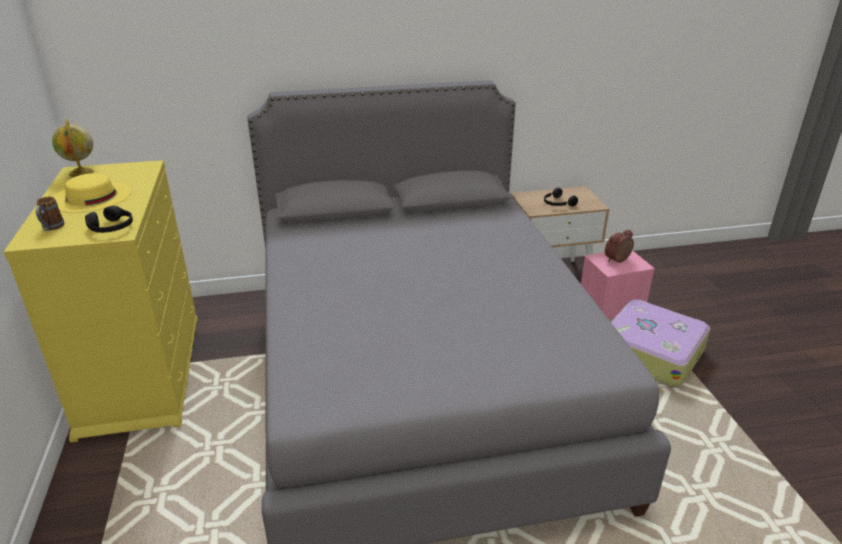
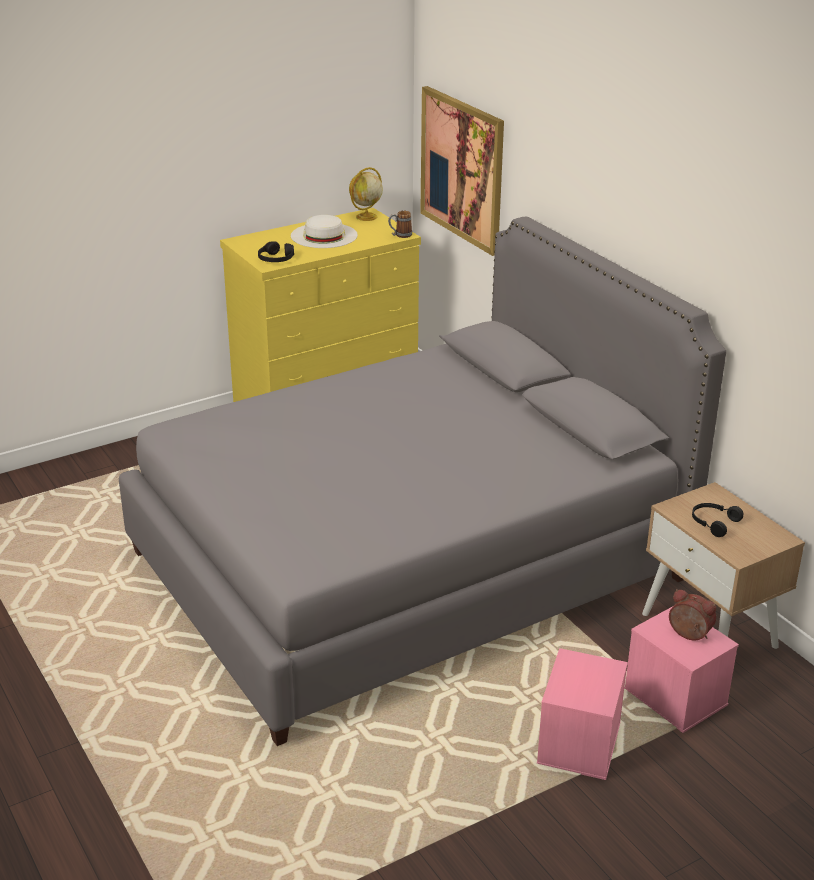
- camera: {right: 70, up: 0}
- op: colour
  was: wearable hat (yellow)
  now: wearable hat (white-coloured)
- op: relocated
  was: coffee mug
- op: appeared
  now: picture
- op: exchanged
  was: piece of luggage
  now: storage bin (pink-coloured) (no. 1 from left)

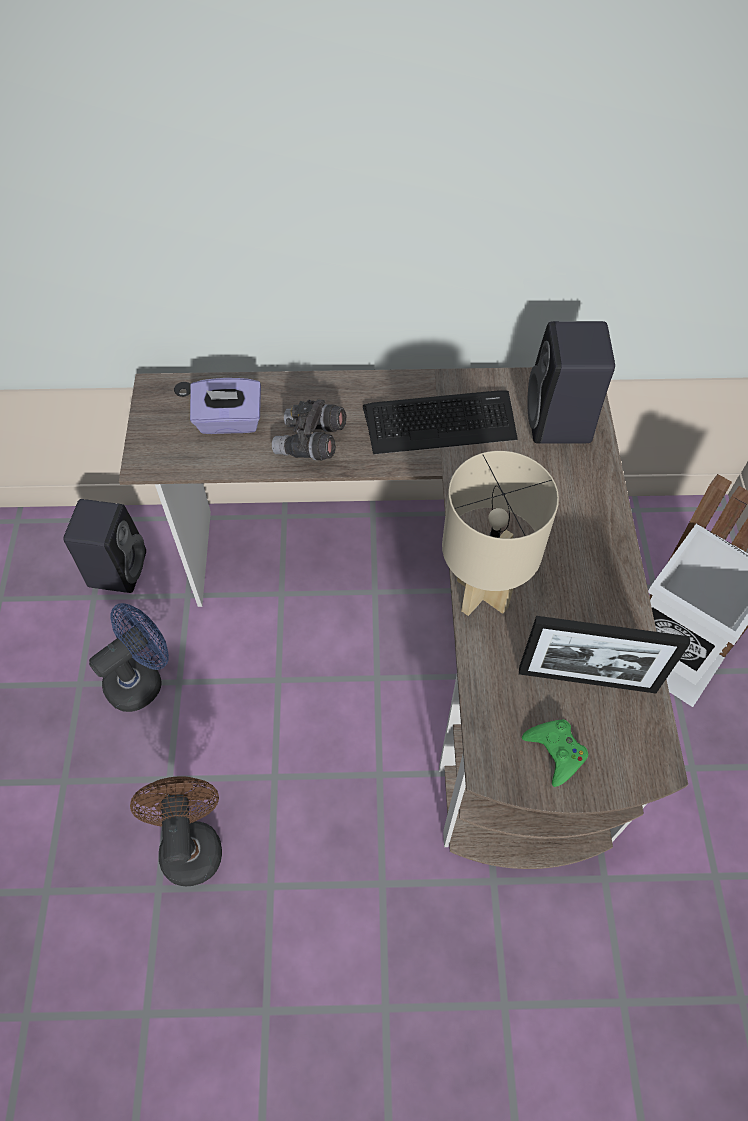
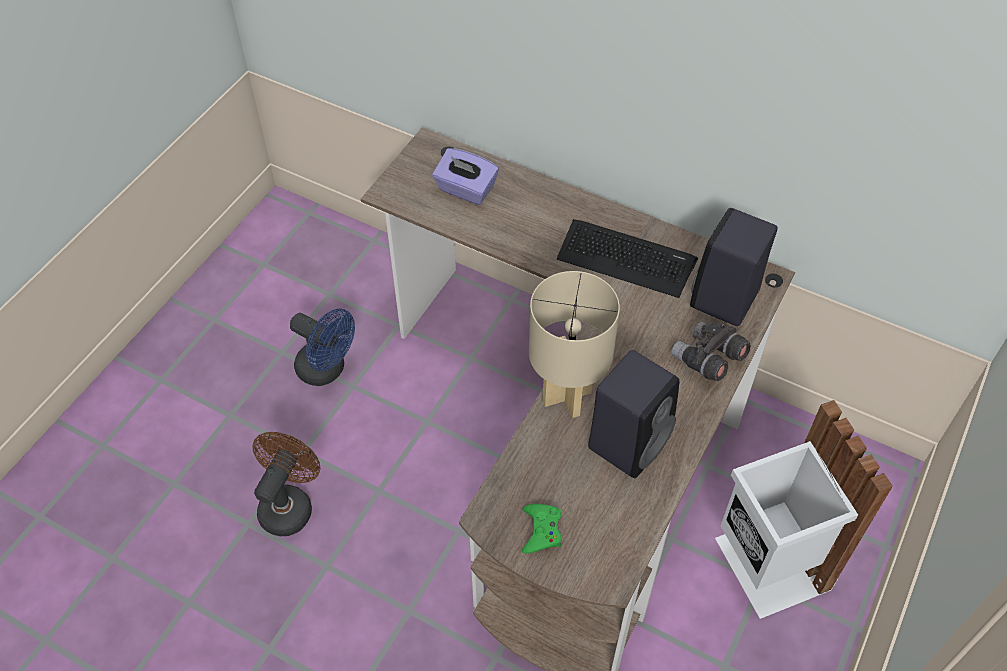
- camera: {right: 30, up: -5}
- op: spun
  was: electric fan (blue)
  clockwise: 45
- op: relocated
  was: audio speaker (blackish) (no. 1 from left)
- op: relocated
  was: binoculars (grey)
- op: missing
  was: standing frame

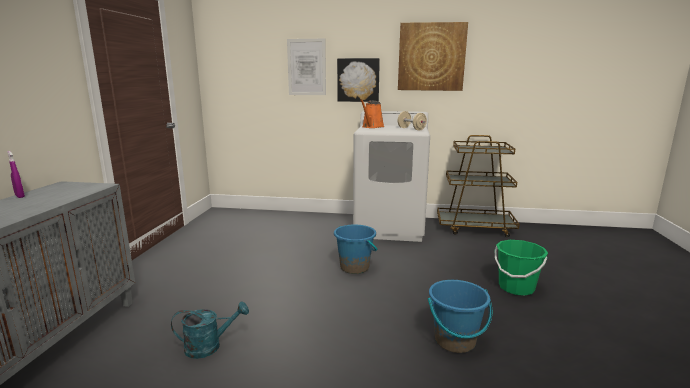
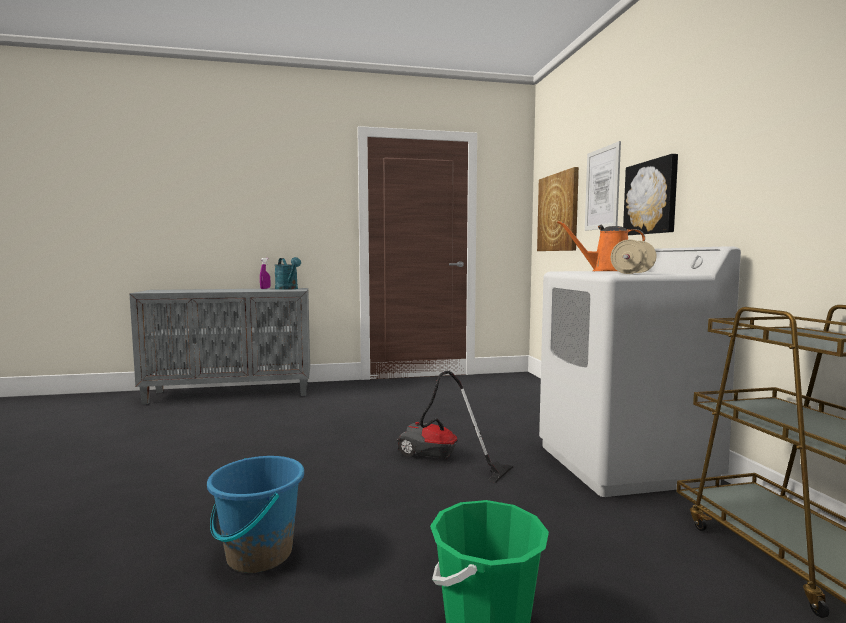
- camera: {right: 70, up: -10}
- op: relocated
  was: watering can (turquoise)
- op: exchanged
  was: water bucket (blue) (no. 1 from left)
  now: vacuum cleaner
- op: relocated
  was: picture (no. 3 from left in the first image)
  now: picture (no. 1 from left)

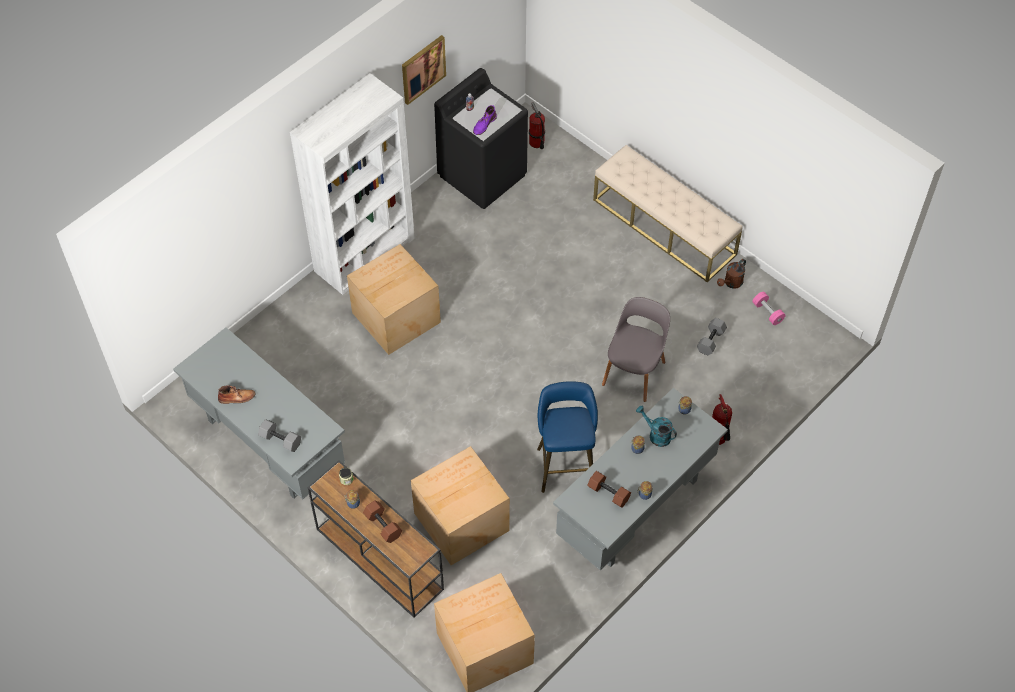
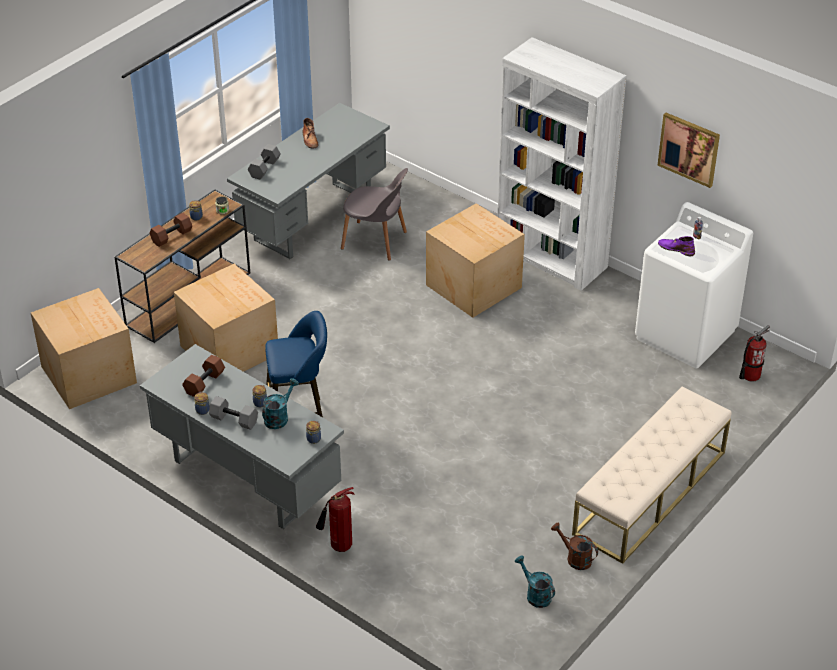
- camera: {right: 85, up: -15}
- op: relocated
  was: free weight (grey) (no. 2 from left in the first image)
  now: free weight (grey) (no. 1 from left)
- op: relocated
  was: chair (grey)
- op: exchanged
  was: free weight (pink-coloured)
  now: watering can (turquoise) (no. 2 from left)
- op: colour
  was: laundry appliance (blackish)
  now: laundry appliance (white-coloured)

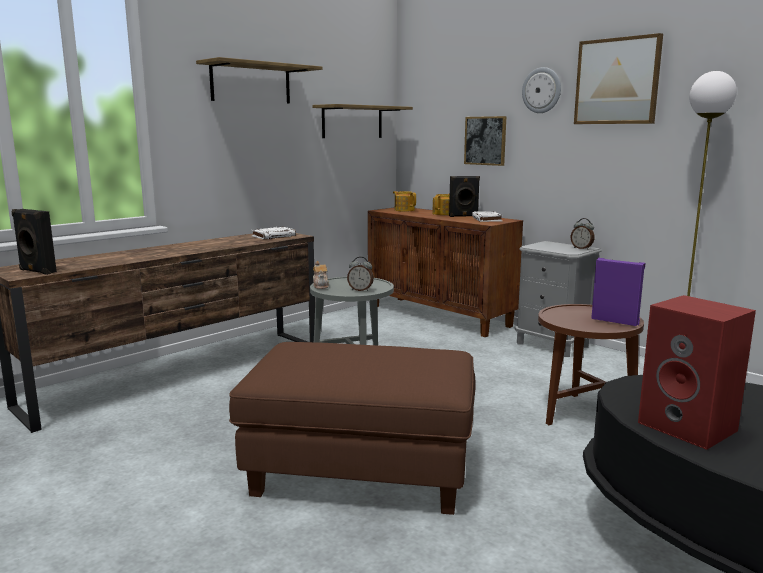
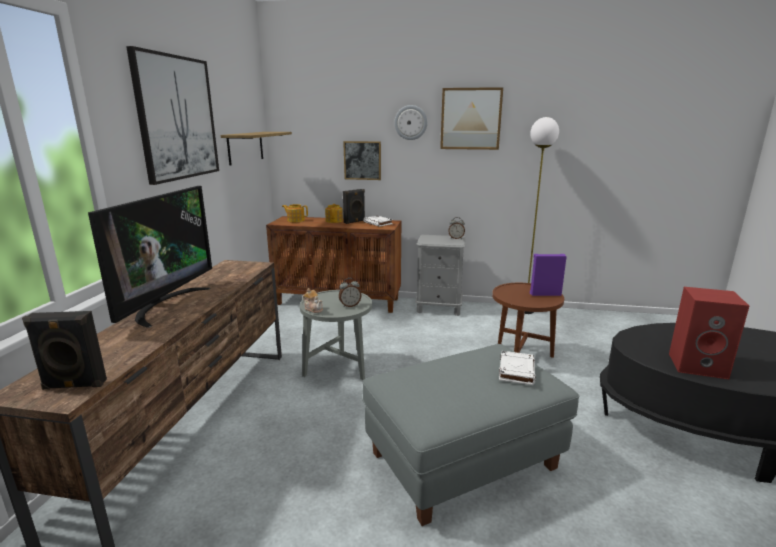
- camera: {right: -35, up: 5}
- op: appeared
  now: TV set
- op: exchanged
  was: bracket shelf (no. 1 from left)
  now: picture (no. 1 from left)
- op: colour
  was: pouffe (brown)
  now: pouffe (grey)
- op: relocated
  was: volume (white-coloured) (no. 1 from left in the first image)
  now: volume (white-coloured) (no. 2 from left)

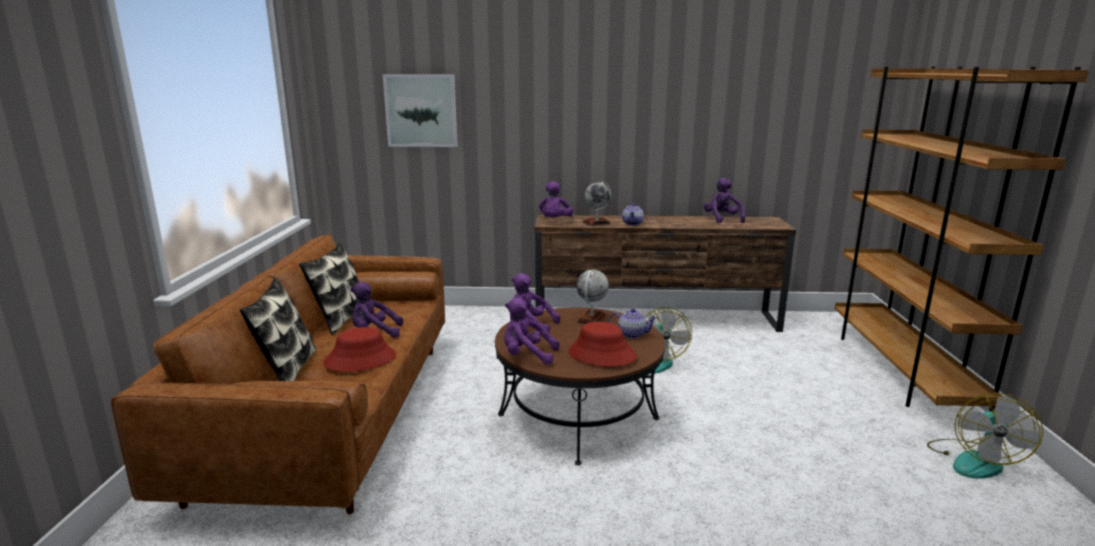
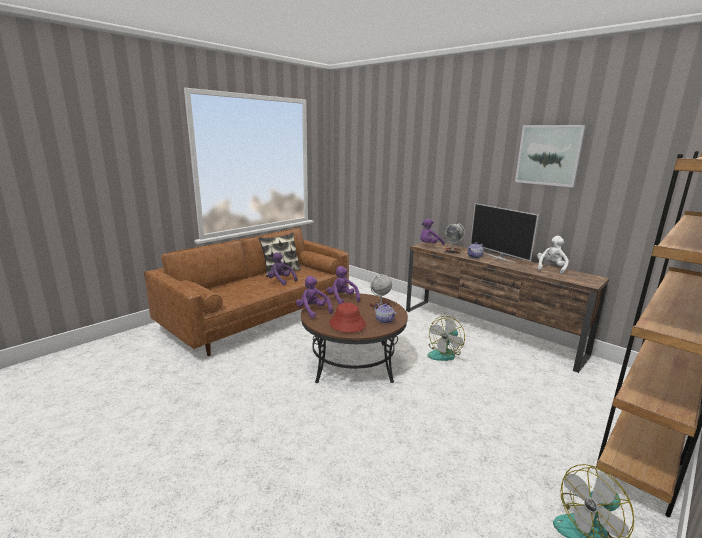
- camera: {right: 40, up: 0}
- op: appeared
  now: TV set
- op: relocated
  was: picture
- op: colour
  was: plush toy (purple-coloured) (no. 5 from left)
  now: plush toy (white-coloured)
- op: missing
  was: cushion (no. 1 from left)
- op: missing
  was: wearable hat (red-coloured) (no. 1 from left)

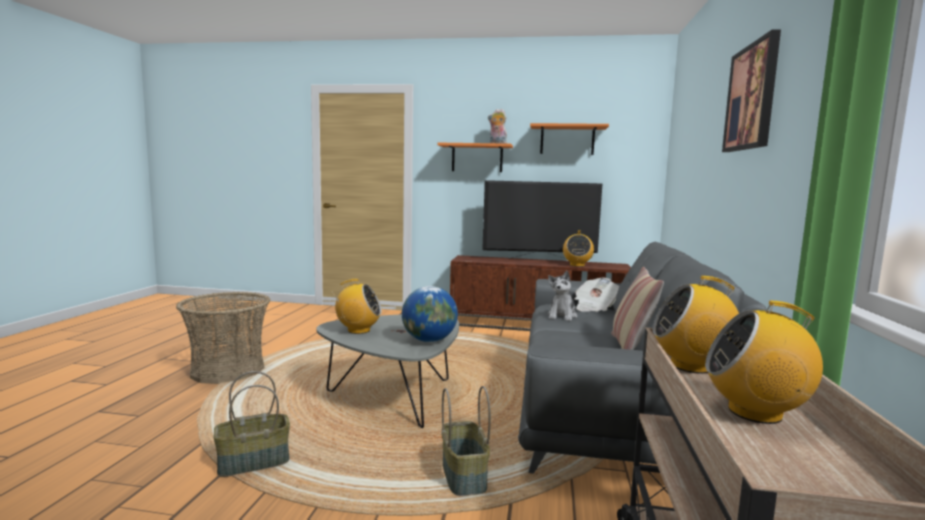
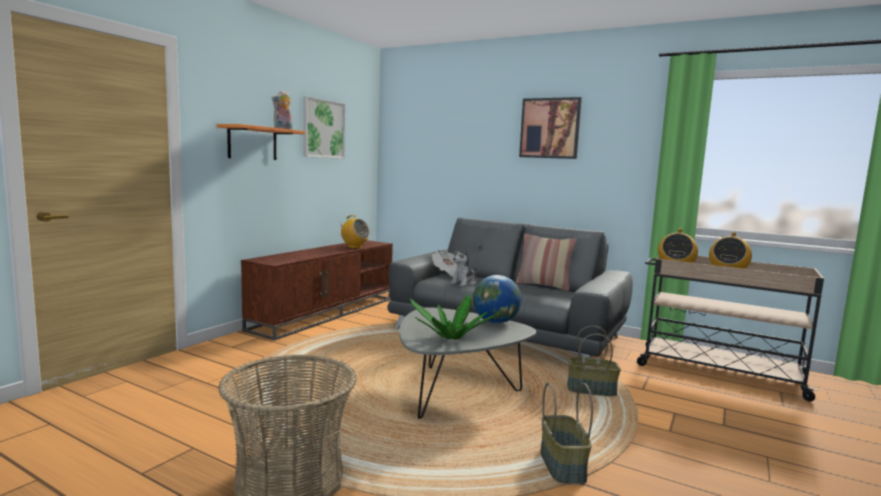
- camera: {right: -70, up: 0}
- op: exchanged
  was: bracket shelf (orange) (no. 2 from left)
  now: picture (no. 1 from left)
- op: exchanged
  was: radio set (no. 1 from left)
  now: houseplant
- op: spun
  was: plush toy (no. 2 from left)
  clockwise: 90
- op: missing
  was: TV set

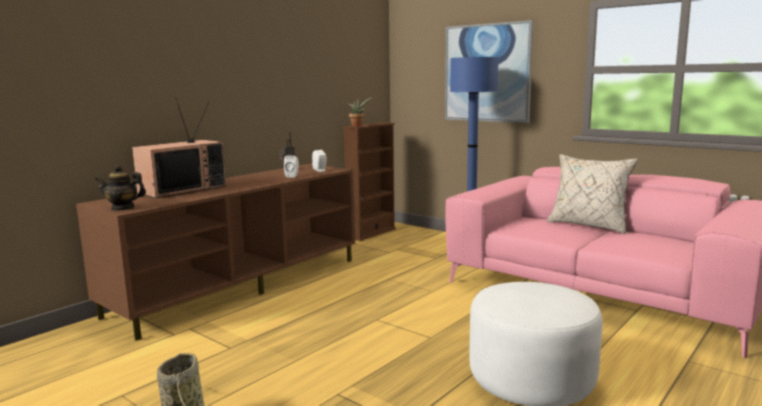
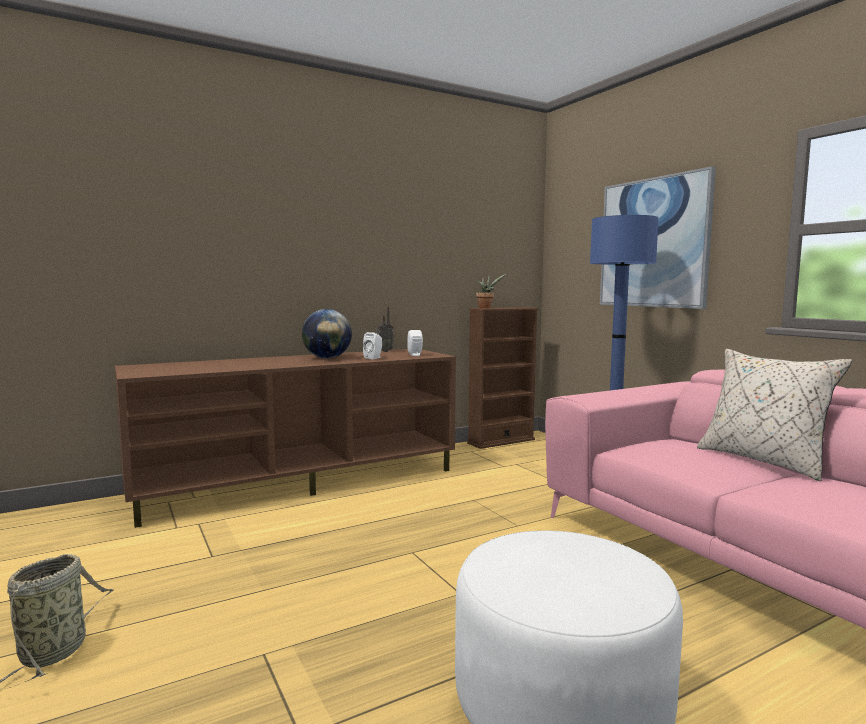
- camera: {right: 20, up: -5}
- op: appeared
  now: globe
- op: missing
  was: tea pot
- op: missing
  was: TV set

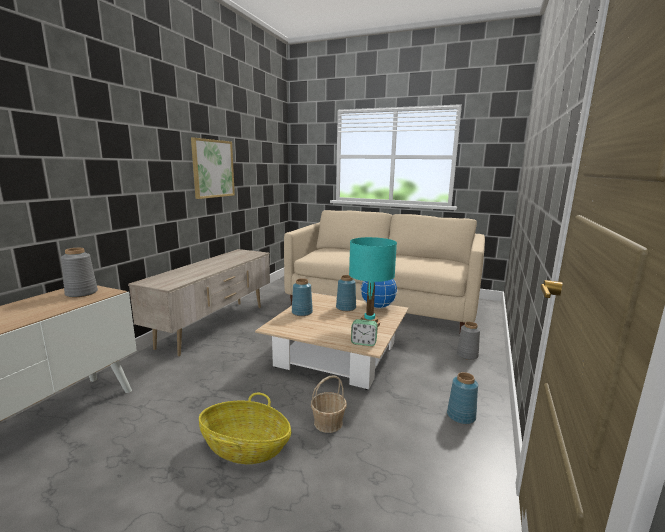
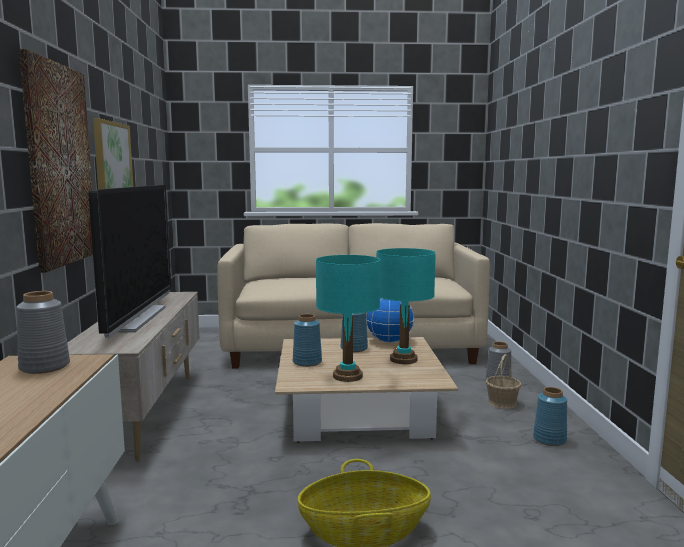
- camera: {right: -25, up: -5}
- op: appeared
  now: picture (no. 1 from left)
- op: appeared
  now: TV set
- op: appeared
  now: lamp for a table (turquoise) (no. 1 from left)
- op: relocated
  was: storage basket (no. 2 from left)
- op: missing
  was: table clock

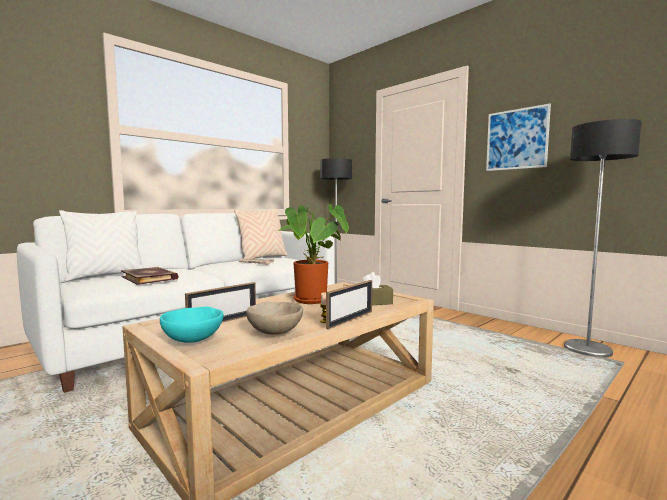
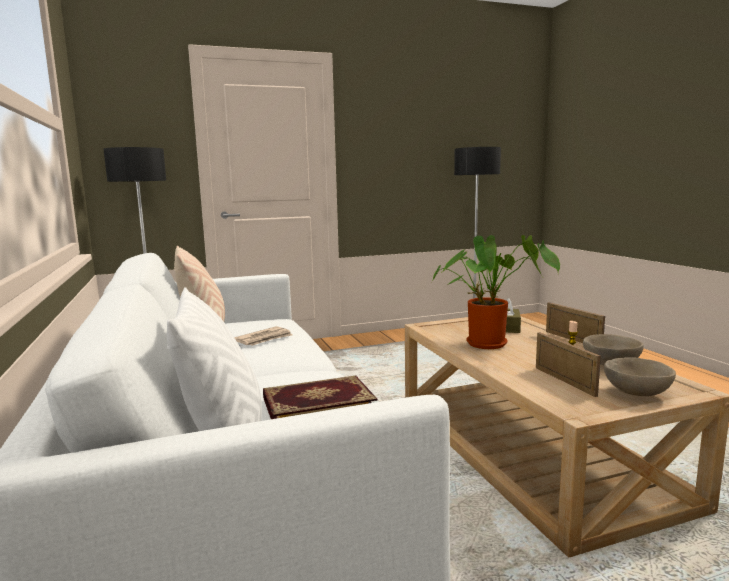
- camera: {right: -65, up: 5}
- op: colour
  was: serving bowl (turquoise)
  now: serving bowl (beige-coloured) (no. 2 from left)
- op: missing
  was: picture

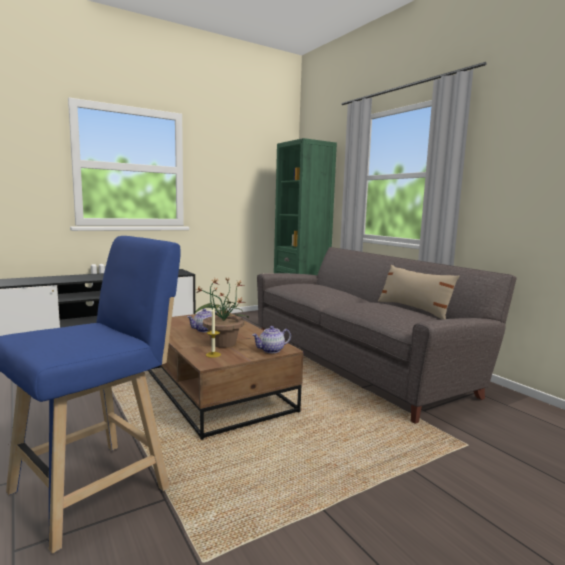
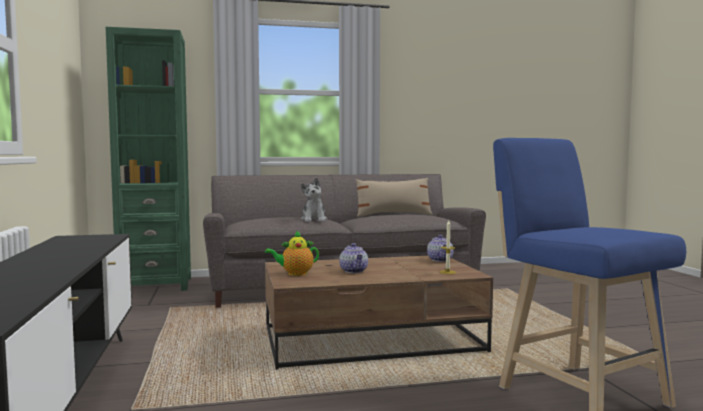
- camera: {right: -70, up: -5}
- op: appeared
  now: tea pot (no. 1 from left)
- op: appeared
  now: plush toy
- op: missing
  was: houseplant

